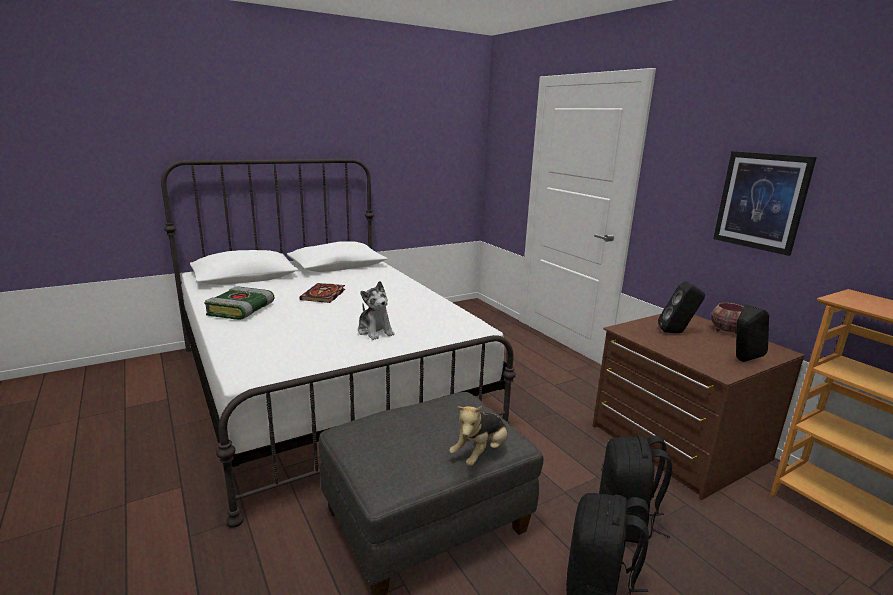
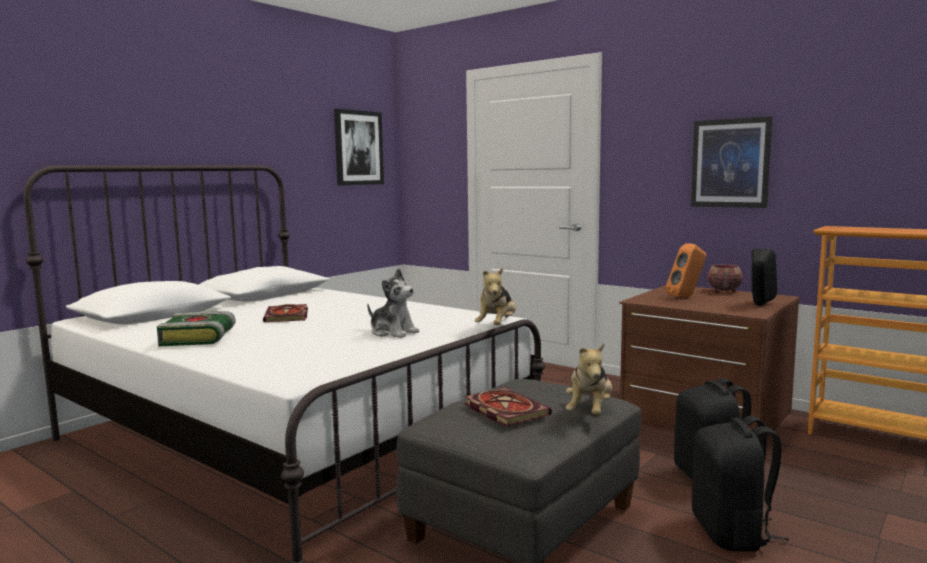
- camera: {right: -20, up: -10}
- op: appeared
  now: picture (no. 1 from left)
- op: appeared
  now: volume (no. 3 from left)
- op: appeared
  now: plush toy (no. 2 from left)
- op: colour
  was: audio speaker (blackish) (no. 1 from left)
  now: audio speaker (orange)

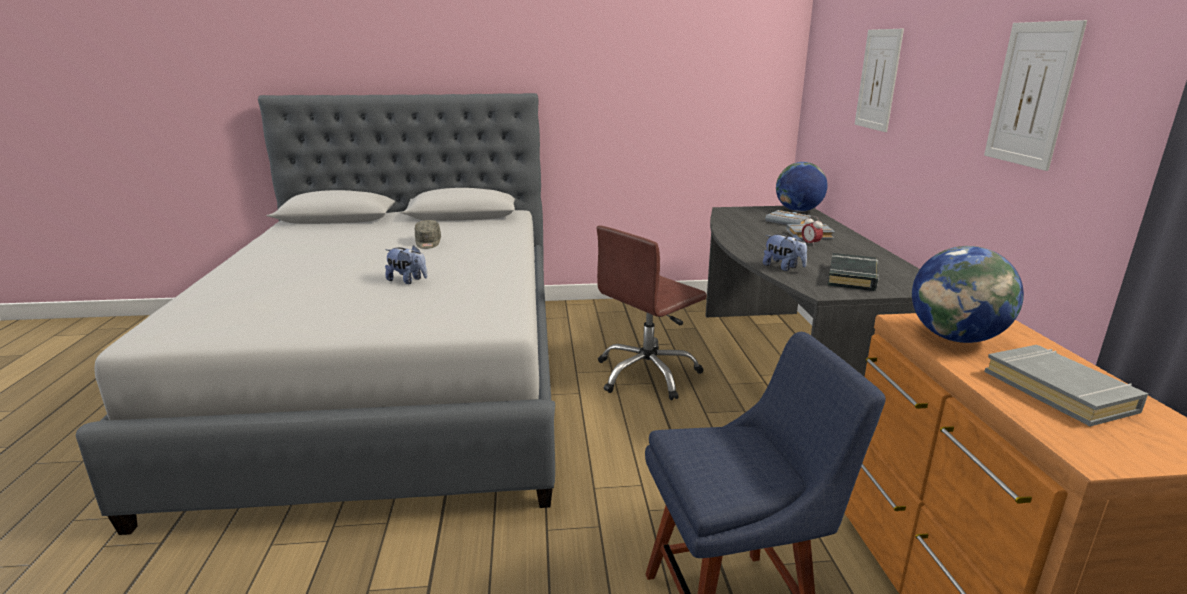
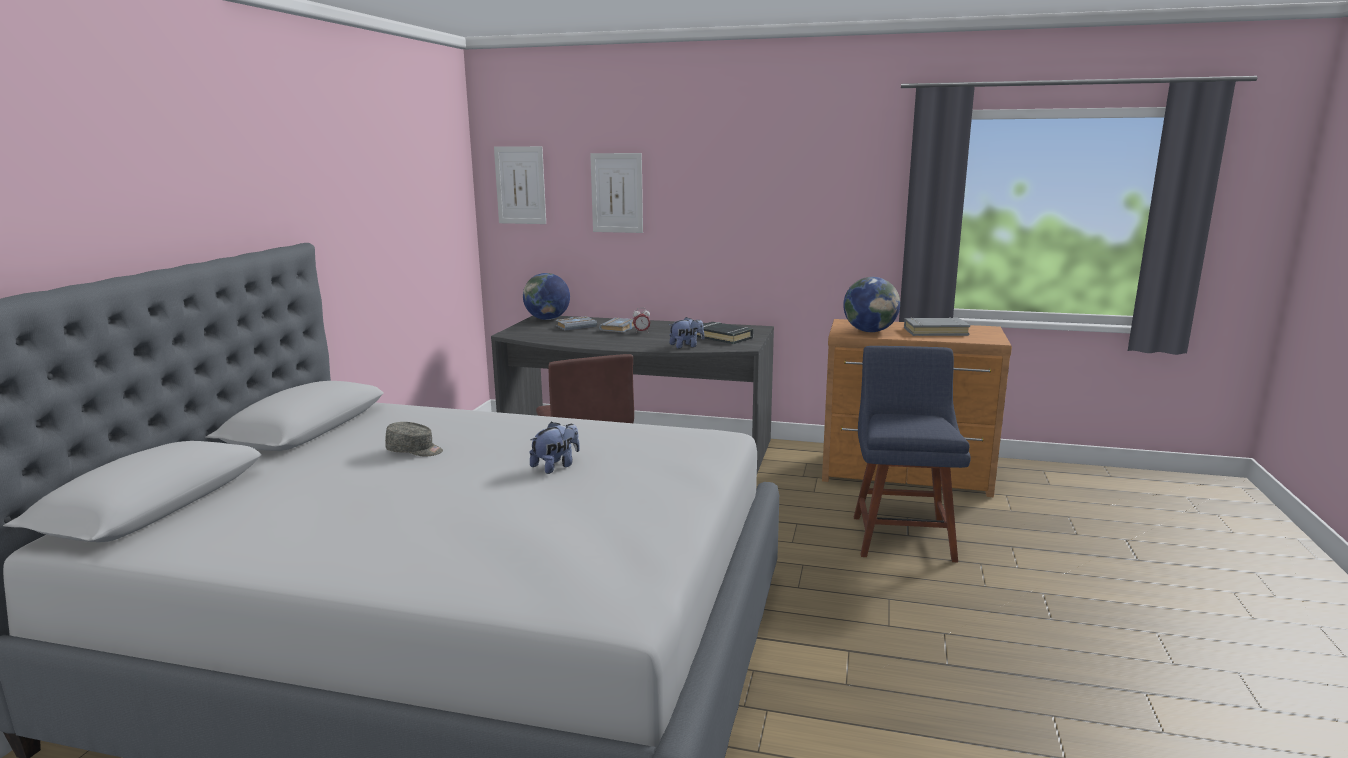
- camera: {right: -70, up: -5}
- op: relocated
  was: picture (no. 2 from left in the first image)
  now: picture (no. 1 from left)

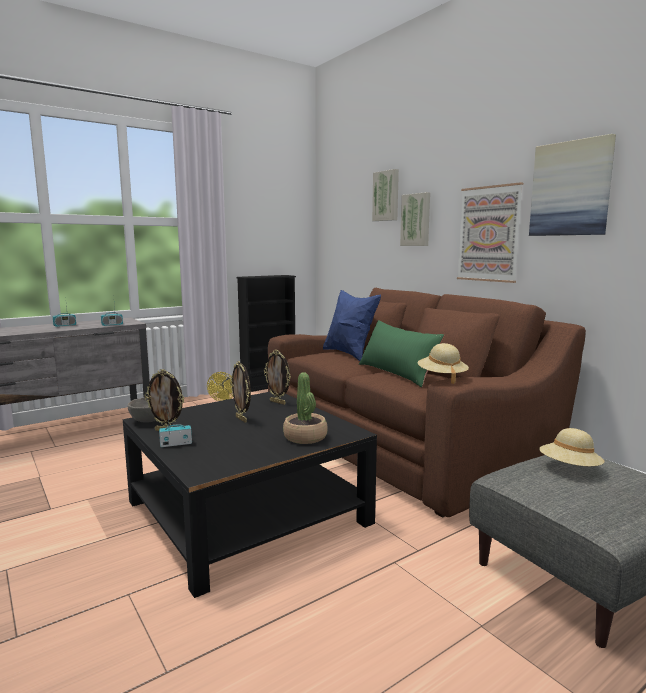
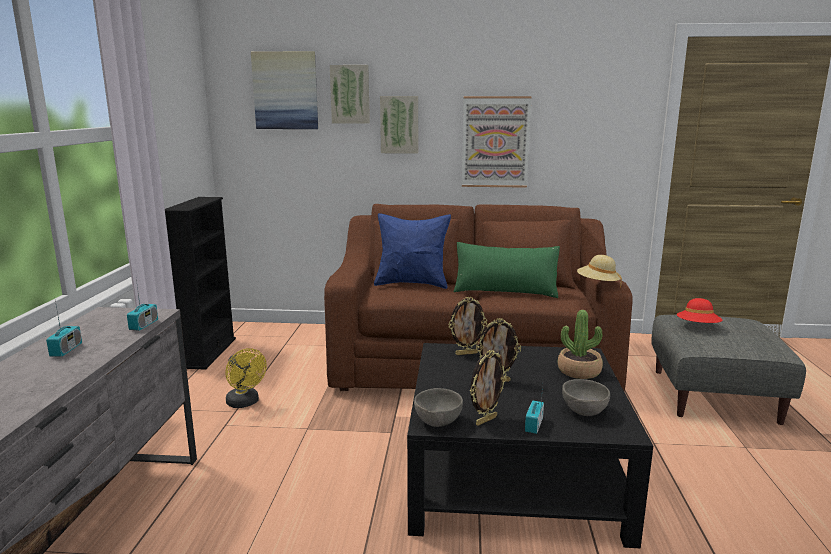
- camera: {right: -50, up: 5}
- op: relocated
  was: picture (no. 4 from left in the first image)
  now: picture (no. 1 from left)
- op: appeared
  now: serving bowl (grey) (no. 2 from left)
- op: colour
  was: wearable hat (beige-coloured) (no. 2 from left)
  now: wearable hat (red-coloured)

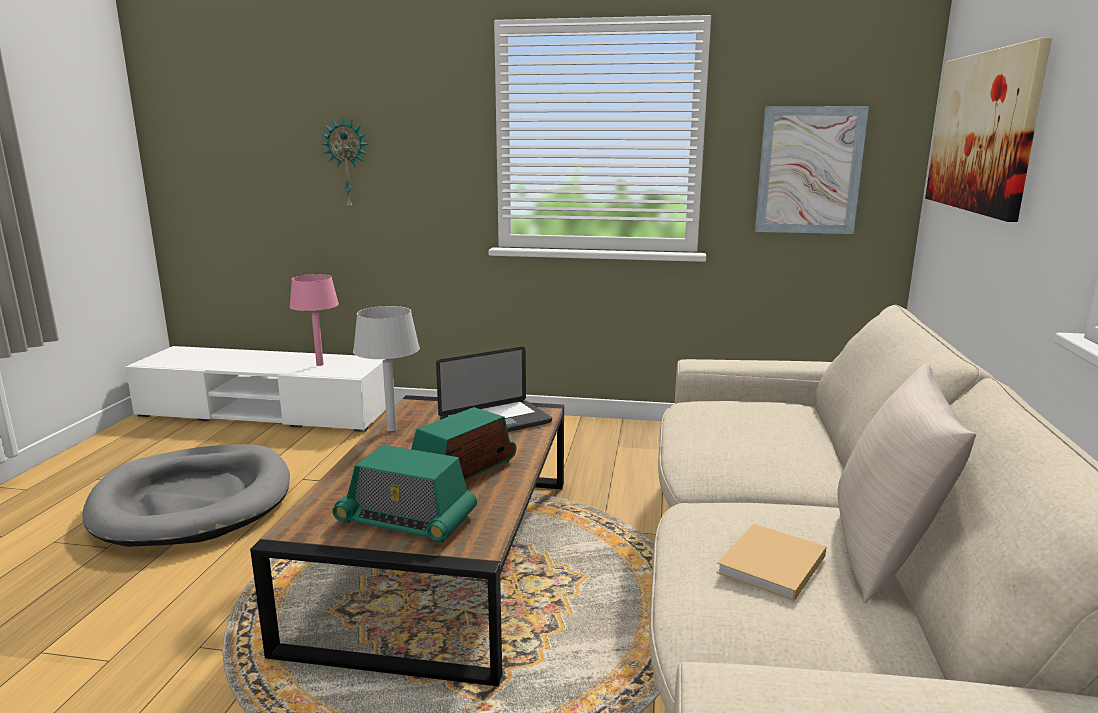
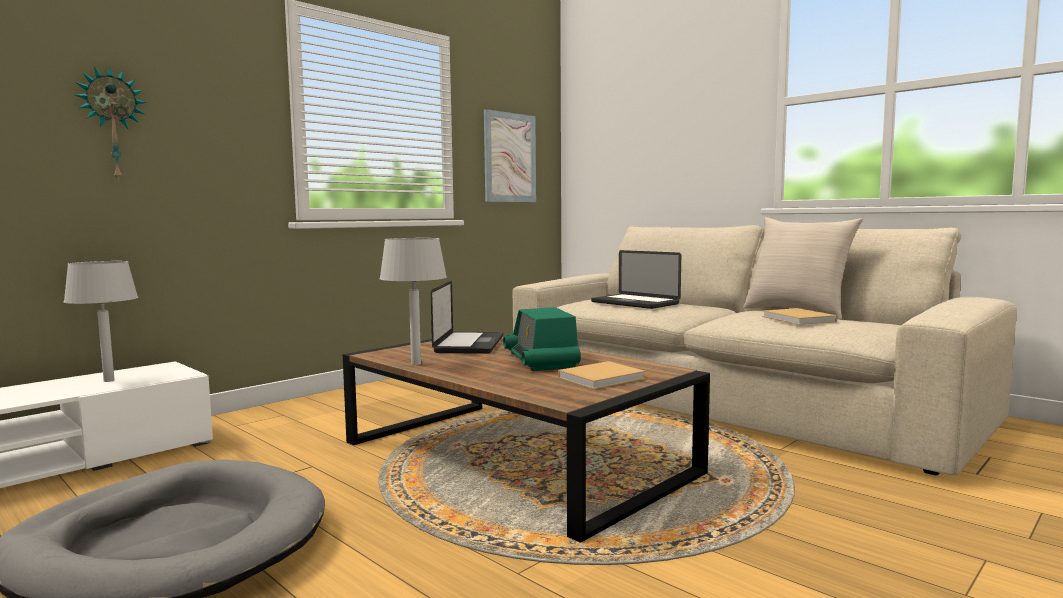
- camera: {right: -55, up: -10}
- op: colour
  was: lamp for a table (pink-coloured)
  now: lamp for a table (grey) (no. 1 from left)
- op: exchanged
  was: radio set (no. 1 from left)
  now: volume (beige-coloured) (no. 1 from left)
- op: appeared
  now: portable computer (no. 2 from left)
- op: missing
  was: picture (no. 2 from left)

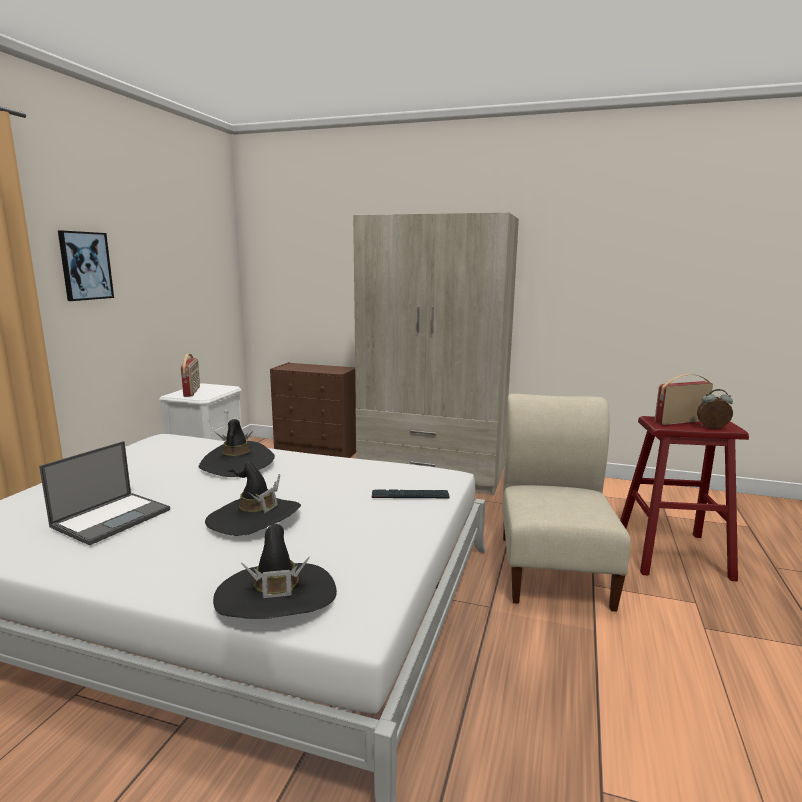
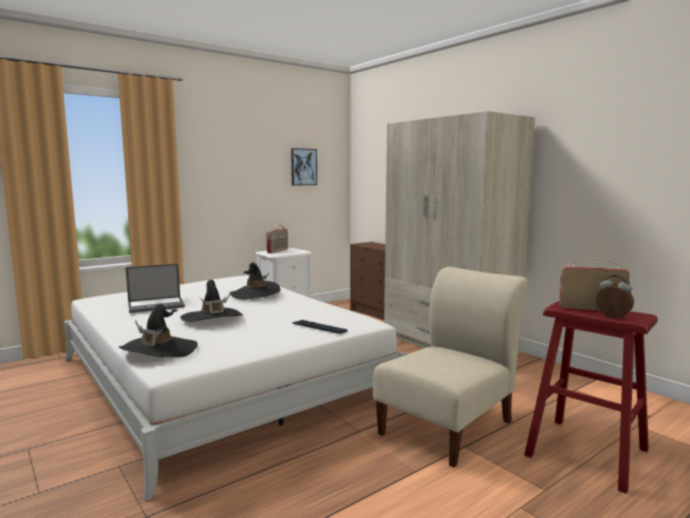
- camera: {right: 35, up: -5}
- op: relocated
  was: picture

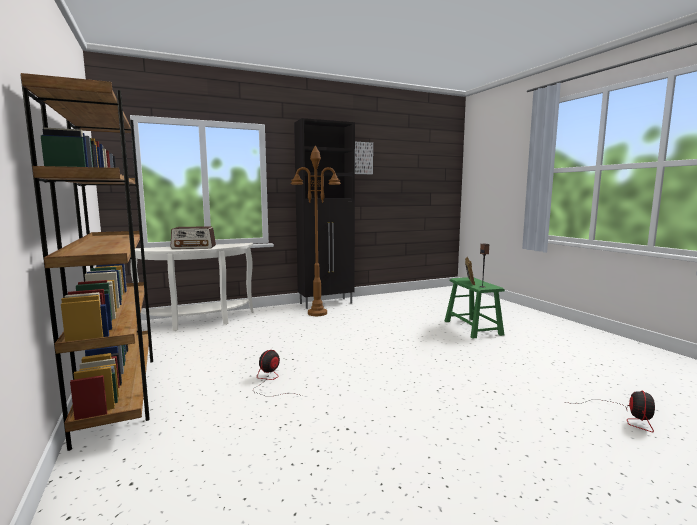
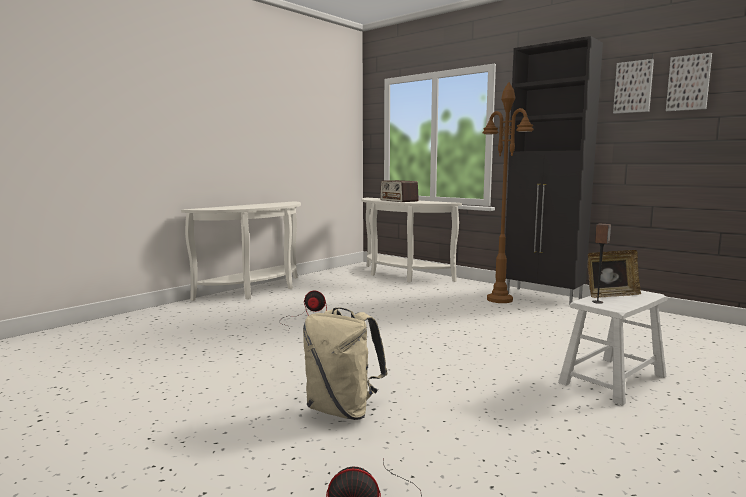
- camera: {right: 65, up: 0}
- op: exchanged
  was: shelving unit (brown)
  now: hall table (white-coloured) (no. 1 from left)
- op: appeared
  now: knapsack (beige-coloured)
- op: colour
  was: stool seat (green)
  now: stool seat (white-coloured)
- op: appeared
  now: picture (no. 2 from left)

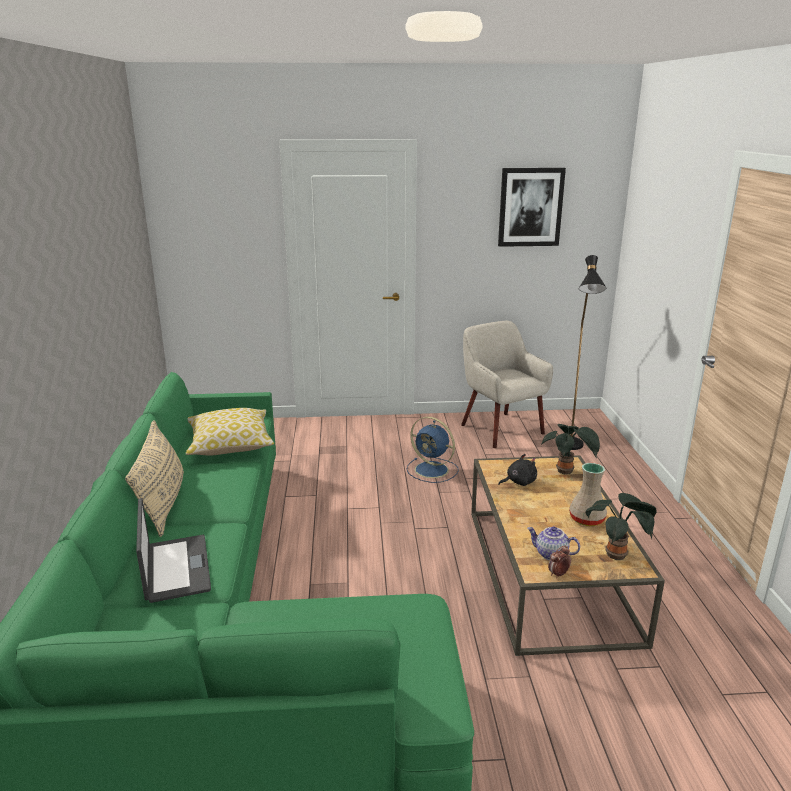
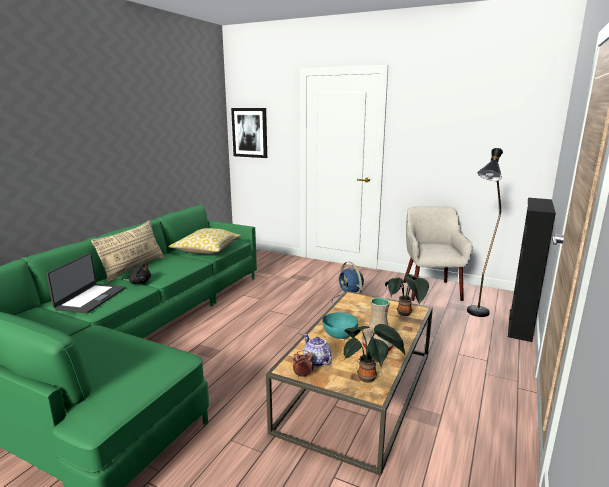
- camera: {right: 30, up: -5}
- op: relocated
  was: plush toy (blackish)
- op: relocated
  was: picture
- op: appeared
  now: serving bowl (turquoise)
- op: appeared
  now: shelving unit (blackish)

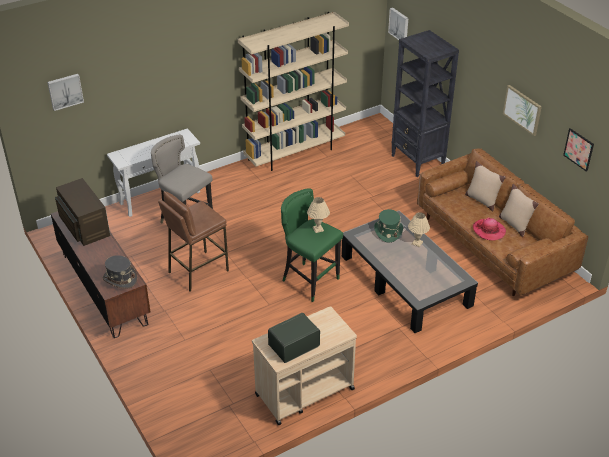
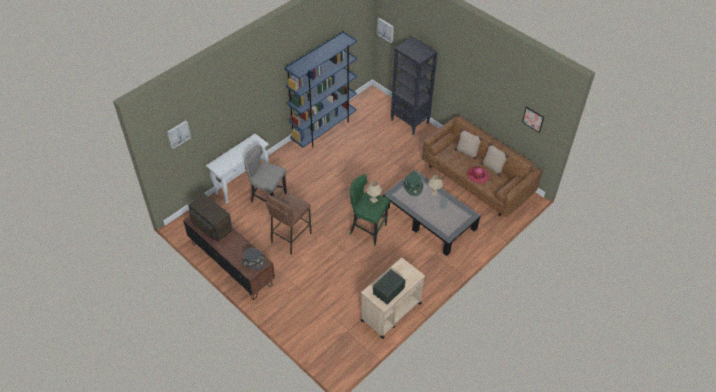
- camera: {right: -15, up: 10}
- op: colour
  was: shelving unit (beige-coloured)
  now: shelving unit (blue)
- op: missing
  was: picture (no. 3 from left)

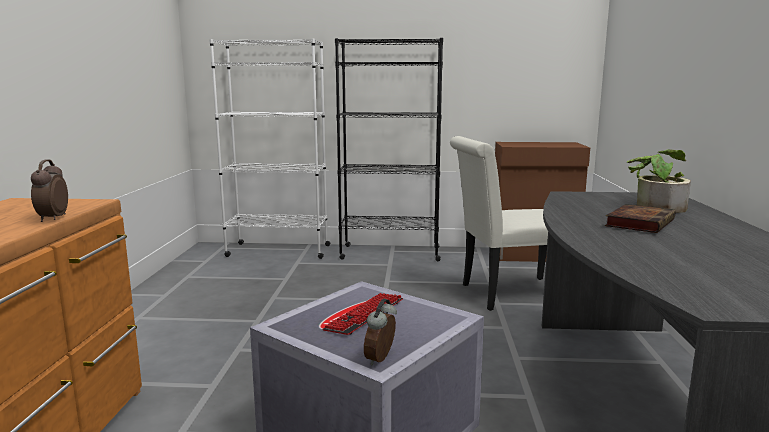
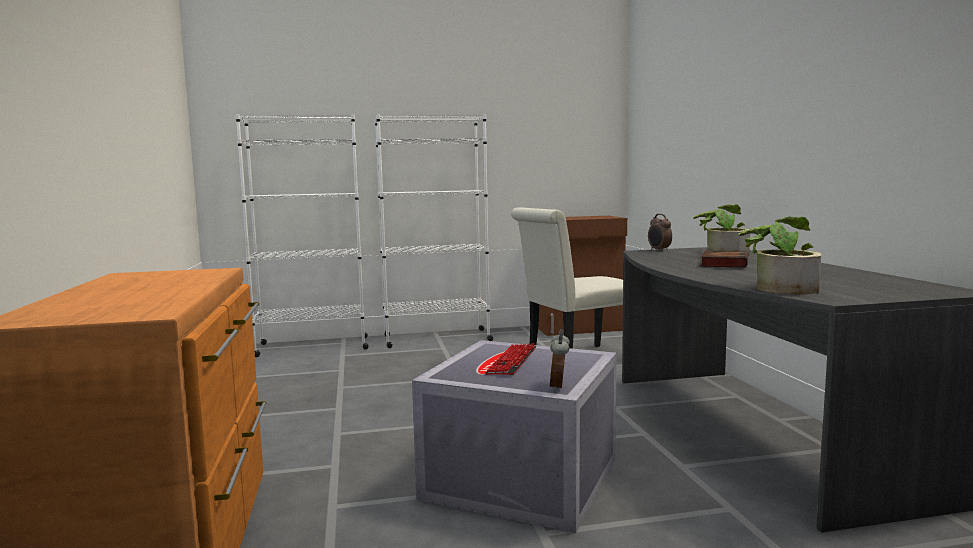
- camera: {right: -15, up: -5}
- op: colour
  was: shelving unit (blackish)
  now: shelving unit (white-coloured) (no. 2 from left)
- op: relocated
  was: table clock (no. 1 from left in the first image)
  now: table clock (no. 2 from left)
- op: appeared
  now: houseplant (no. 2 from left)

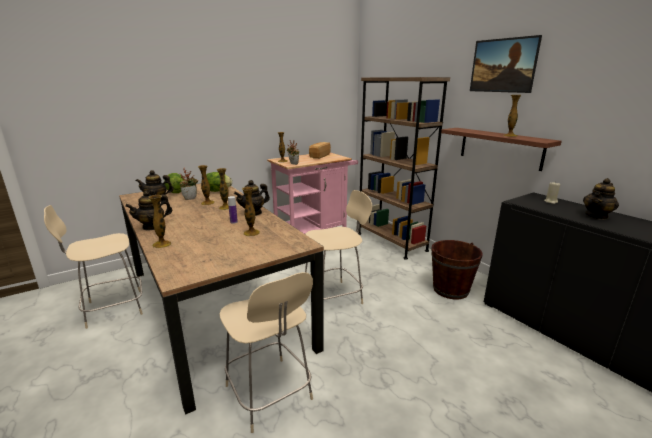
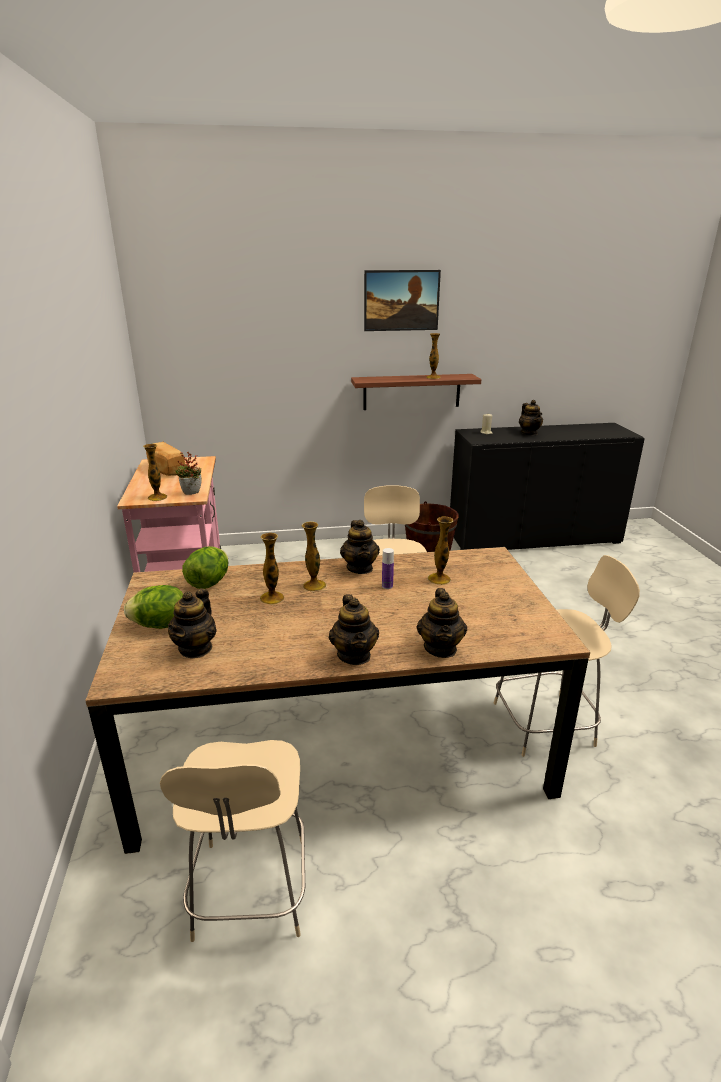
- camera: {right: -65, up: 5}
- op: exchanged
  was: flower vase (no. 1 from left)
  now: tea pot (no. 4 from left)
- op: missing
  was: houseplant (no. 1 from left)
- op: missing
  was: shelving unit (brown)

